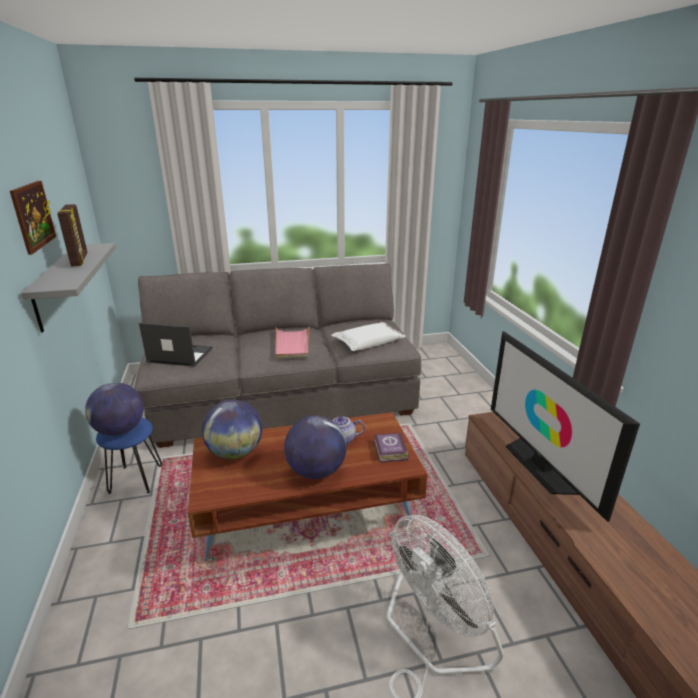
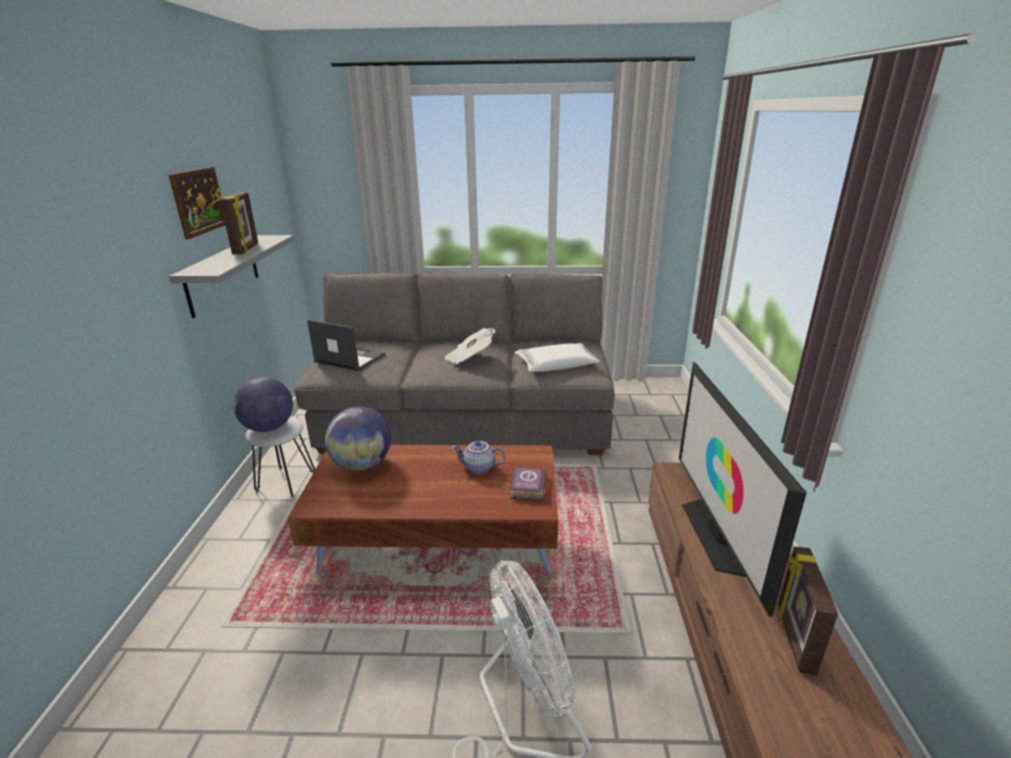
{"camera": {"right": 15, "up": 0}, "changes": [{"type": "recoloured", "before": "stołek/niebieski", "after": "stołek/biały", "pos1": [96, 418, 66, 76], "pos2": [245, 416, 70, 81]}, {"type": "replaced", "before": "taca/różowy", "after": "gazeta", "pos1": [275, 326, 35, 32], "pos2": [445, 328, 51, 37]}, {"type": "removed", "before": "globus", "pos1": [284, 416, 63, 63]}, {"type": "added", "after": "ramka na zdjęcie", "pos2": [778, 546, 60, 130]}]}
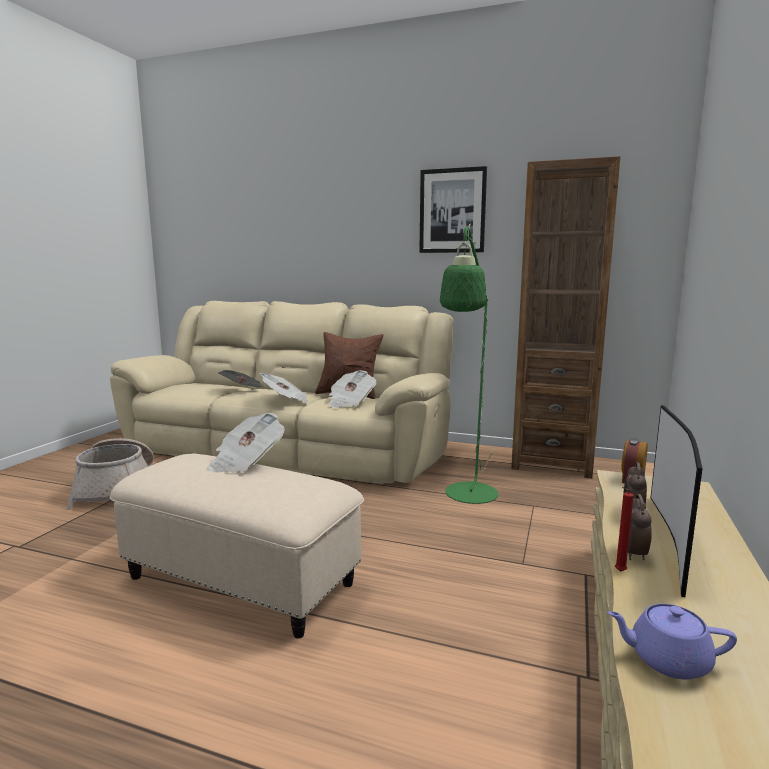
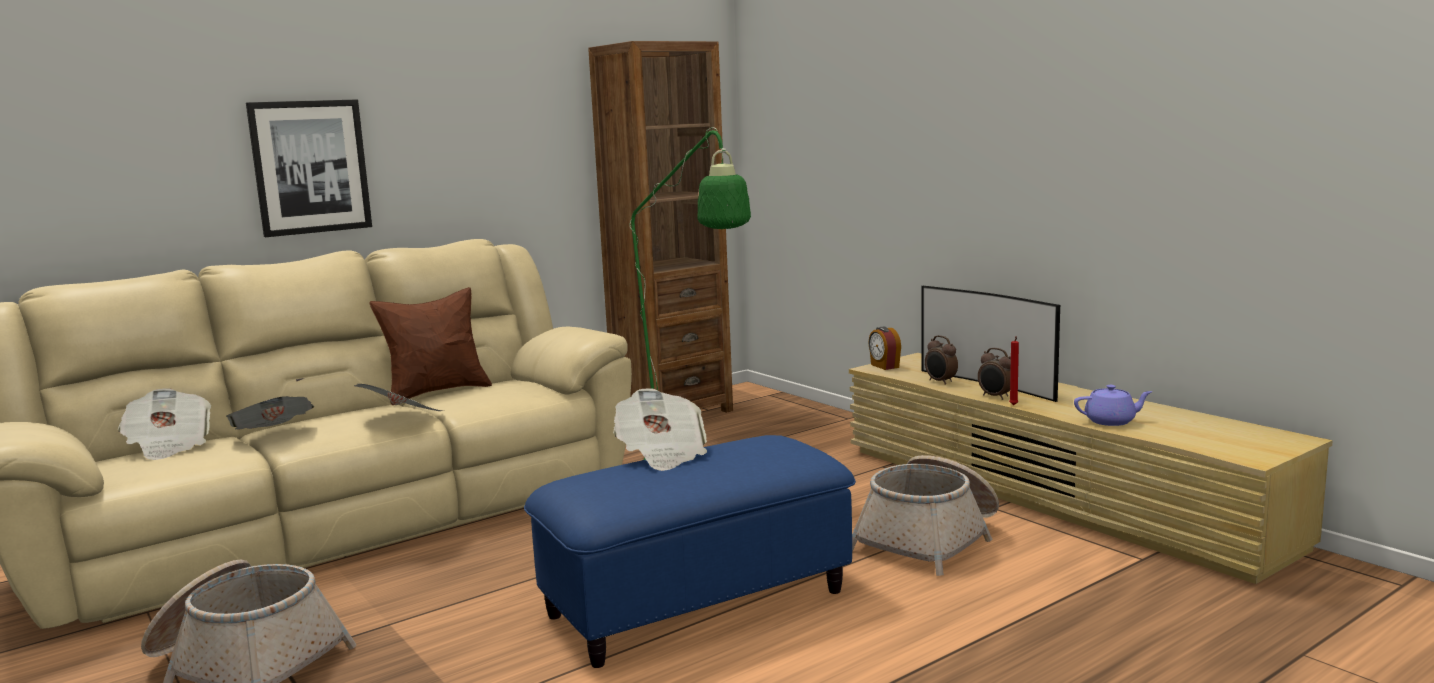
{"camera": {"right": -55, "up": 0}, "changes": [{"type": "recoloured", "before": "pufa/beżowy", "after": "pufa/niebieski", "pos1": [110, 454, 254, 185], "pos2": [524, 435, 332, 233]}, {"type": "moved", "before": "gazeta", "pos1": [329, 370, 47, 38], "pos2": [118, 388, 93, 72]}, {"type": "moved", "before": "obraz", "pos1": [419, 166, 68, 87], "pos2": [246, 99, 126, 138]}, {"type": "turned", "before": "imbryk/fioletowy", "pos1": [607, 604, 130, 76], "pos2": [1074, 385, 79, 41], "turn": -135}, {"type": "added", "after": "koszyk", "pos2": [852, 455, 147, 121]}]}
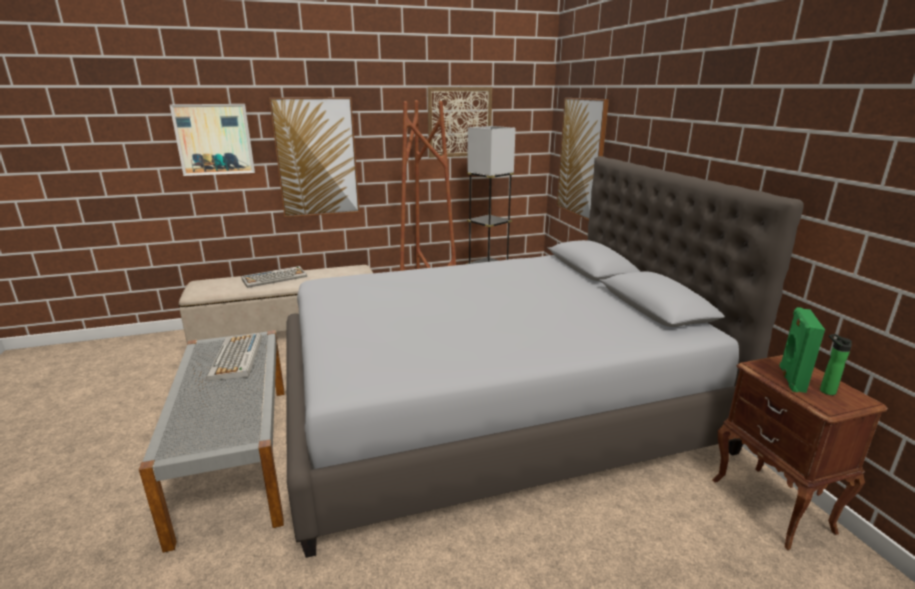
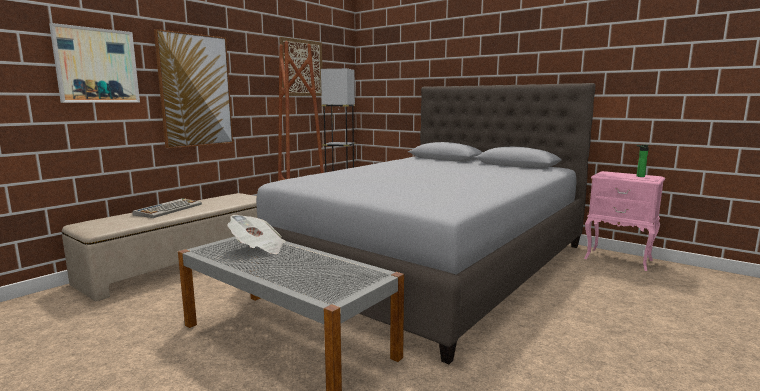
{"camera": {"right": -35, "up": -10}, "changes": [{"type": "replaced", "before": "klawiatura", "after": "gazeta", "pos1": [206, 333, 56, 48], "pos2": [227, 215, 58, 39]}, {"type": "removed", "before": "obraz", "pos1": [557, 98, 52, 122]}, {"type": "recoloured", "before": "szafka nocna/brązowy", "after": "szafka nocna/różowy", "pos1": [712, 355, 176, 195], "pos2": [584, 171, 81, 100]}, {"type": "removed", "before": "głośnik/zielony", "pos1": [779, 307, 46, 86]}]}
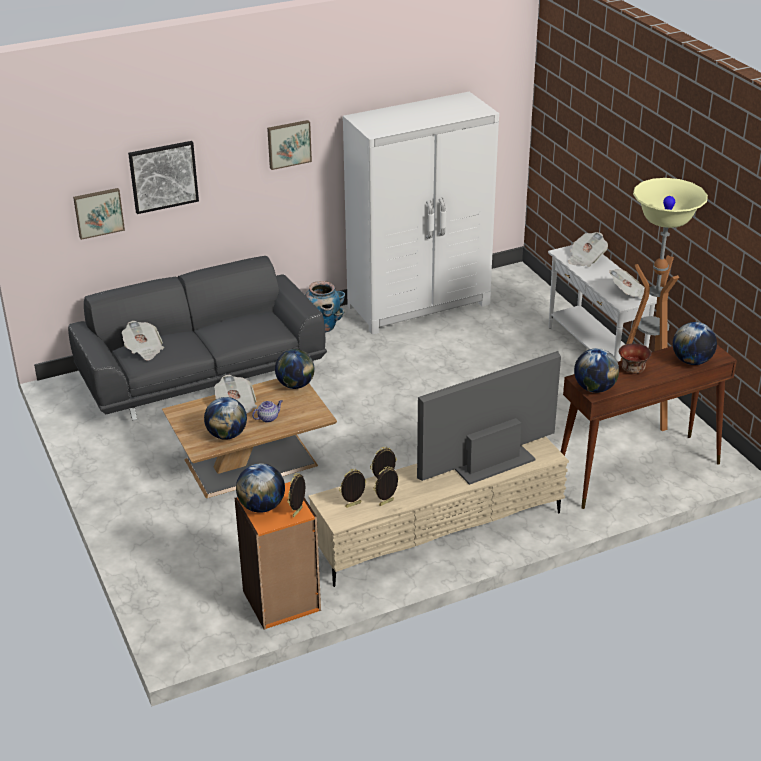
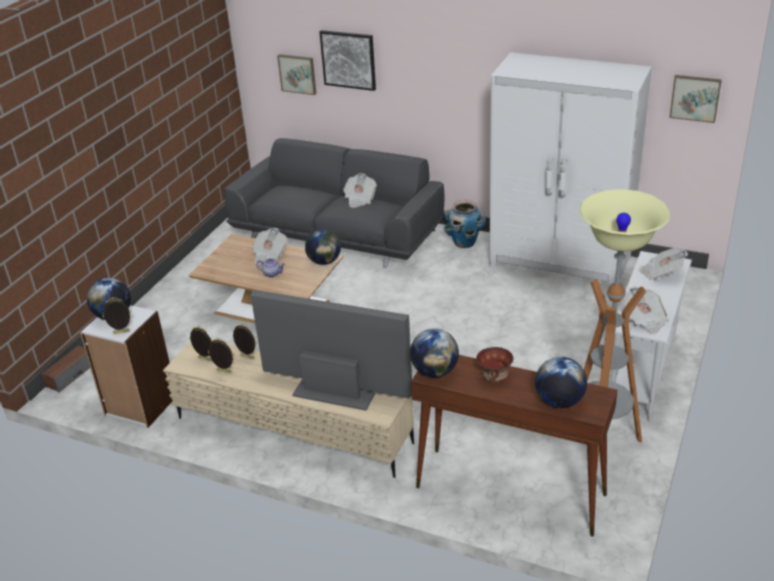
{"camera": {"right": 50, "up": 0}, "changes": [{"type": "moved", "before": "gazeta", "pos1": [122, 321, 42, 39], "pos2": [343, 173, 34, 35]}, {"type": "removed", "before": "globus", "pos1": [204, 397, 43, 43]}, {"type": "recoloured", "before": "regał/pomarańczowy", "after": "regał/biały", "pos1": [235, 482, 86, 148], "pos2": [80, 305, 93, 123]}, {"type": "moved", "before": "obraz", "pos1": [267, 120, 45, 50], "pos2": [669, 75, 53, 48]}, {"type": "added", "after": "głośnik", "pos2": [42, 346, 48, 47]}]}
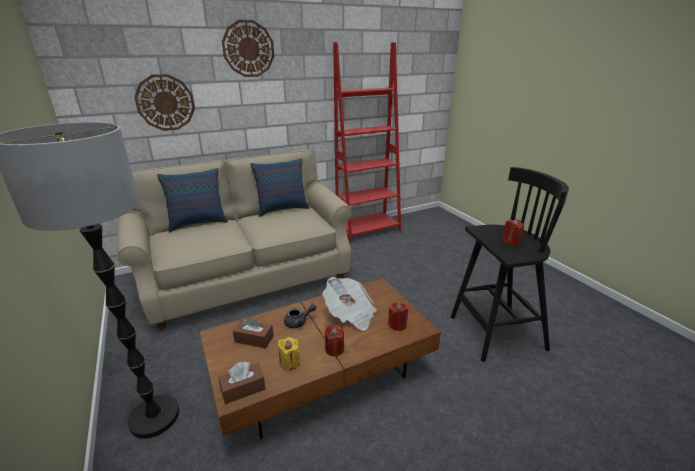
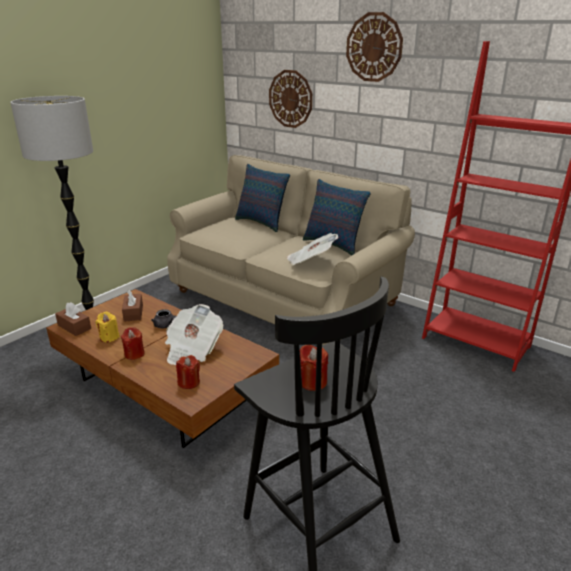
{"camera": {"right": 65, "up": 0}, "changes": [{"type": "added", "after": "gazeta", "pos2": [287, 233, 51, 33]}]}
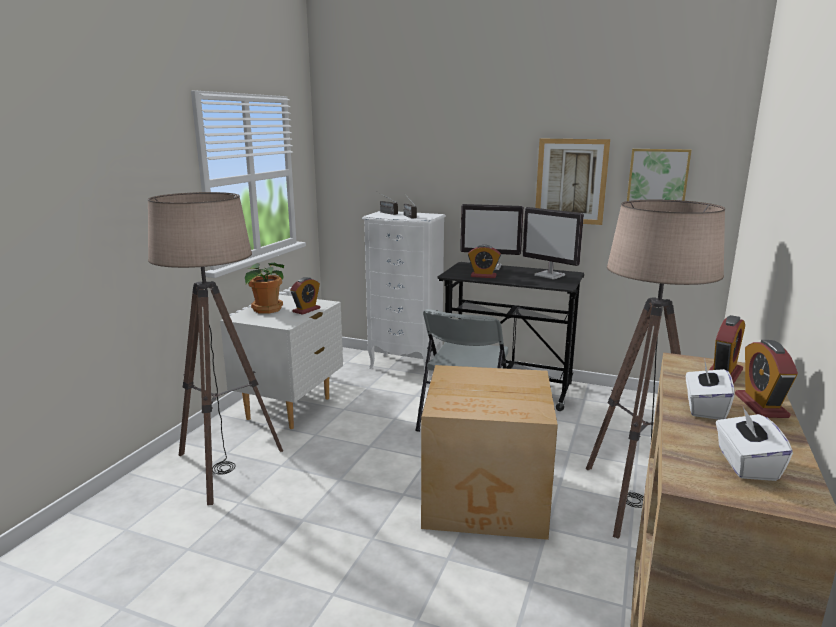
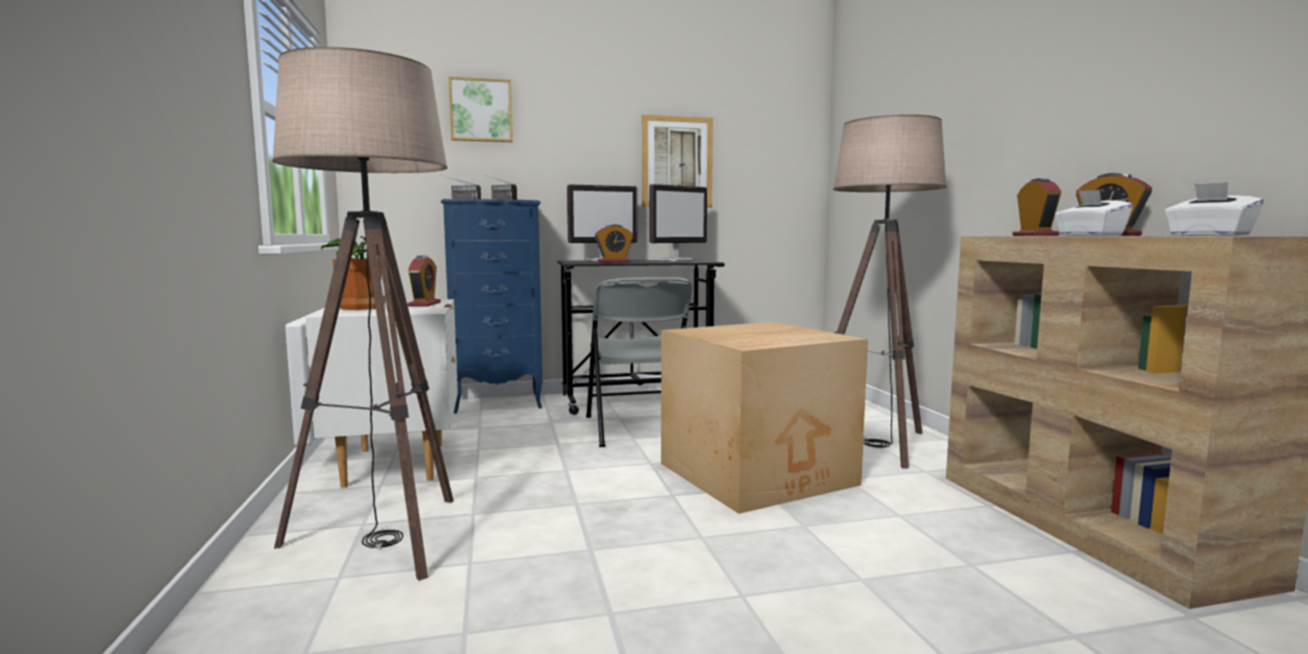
{"camera": {"right": -35, "up": -10}, "changes": [{"type": "recoloured", "before": "komoda/biały", "after": "komoda/niebieski", "pos1": [362, 211, 84, 167], "pos2": [441, 199, 101, 215]}, {"type": "turned", "before": "monitor", "pos1": [522, 207, 62, 72], "pos2": [649, 184, 58, 77], "turn": -45}, {"type": "moved", "before": "obraz", "pos1": [627, 149, 64, 52], "pos2": [449, 77, 64, 65]}]}
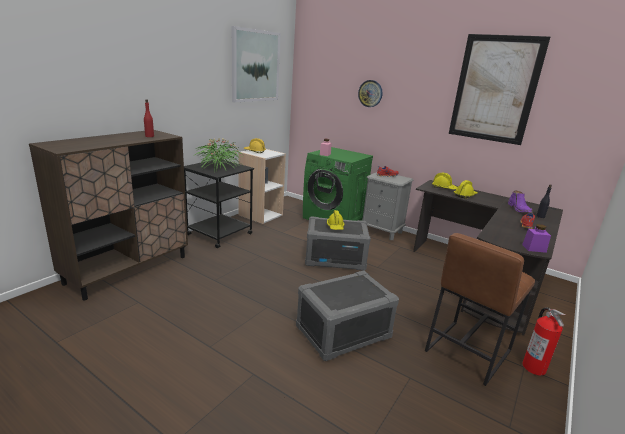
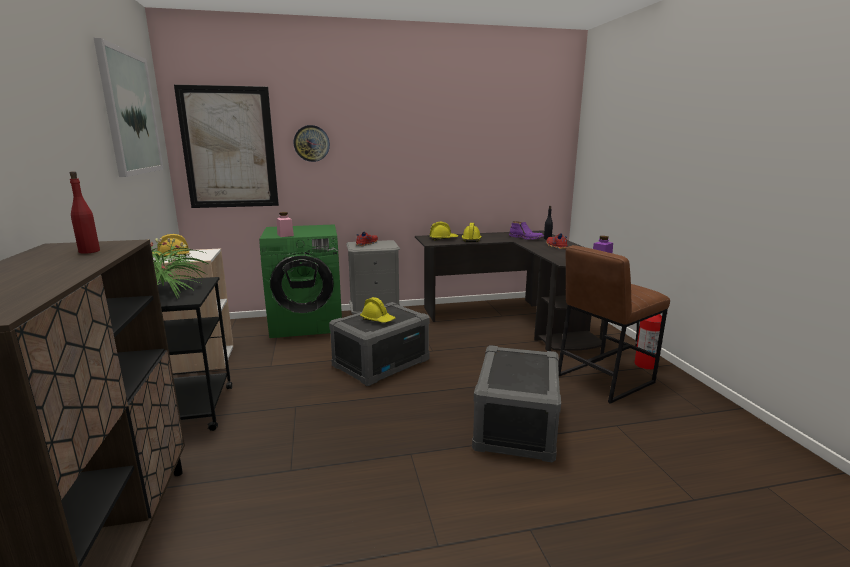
{"camera": {"right": -45, "up": -5}, "changes": [{"type": "turned", "before": "krzesło/brązowy", "pos1": [425, 233, 110, 153], "pos2": [558, 245, 112, 159], "turn": 60}, {"type": "moved", "before": "obraz", "pos1": [449, 34, 102, 111], "pos2": [174, 85, 105, 123]}]}
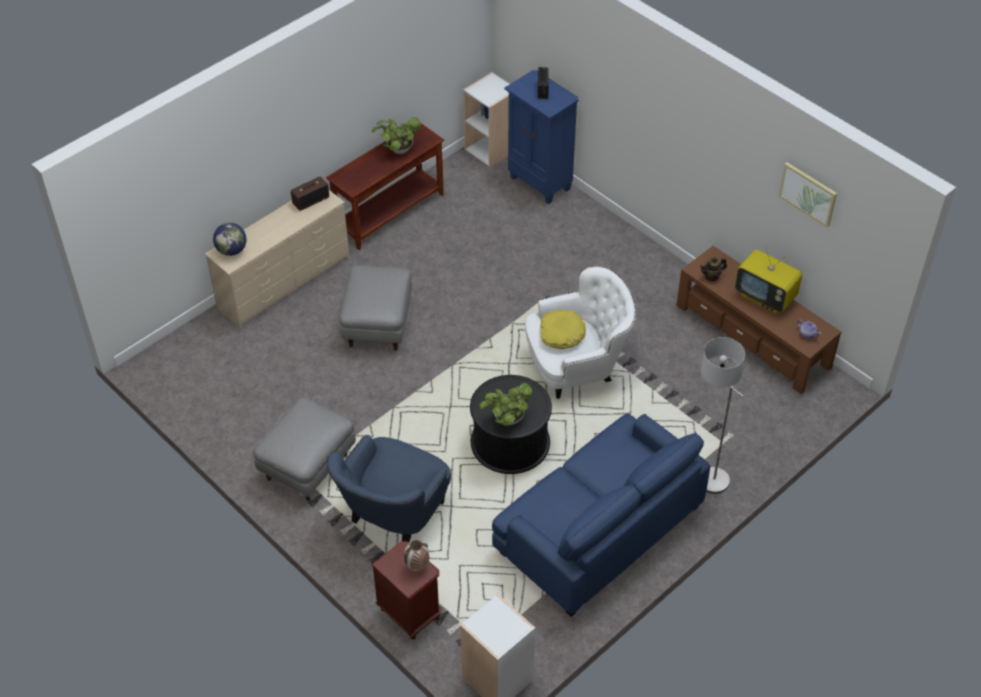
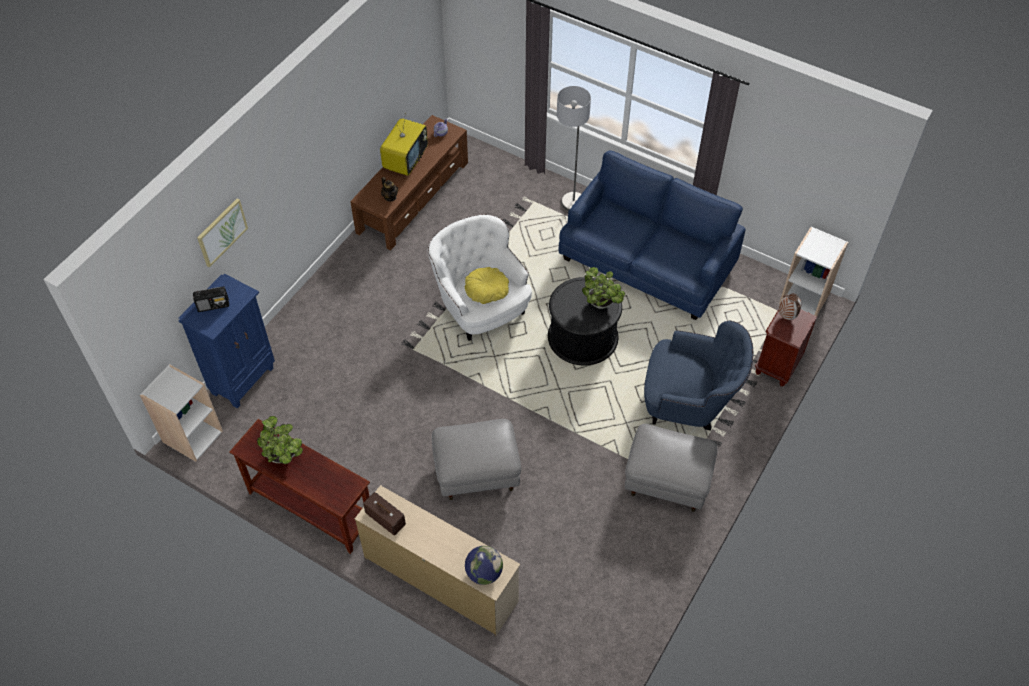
{"camera": {"right": -105, "up": 5}, "changes": [{"type": "moved", "before": "obraz", "pos1": [778, 162, 59, 65], "pos2": [197, 198, 51, 69]}]}
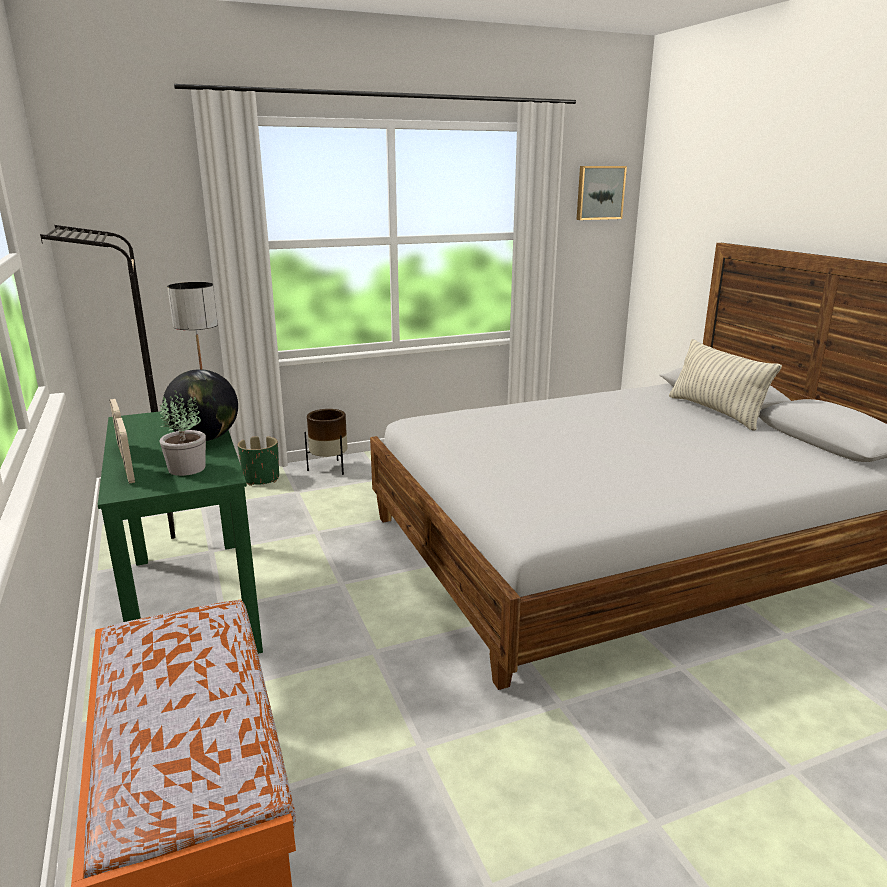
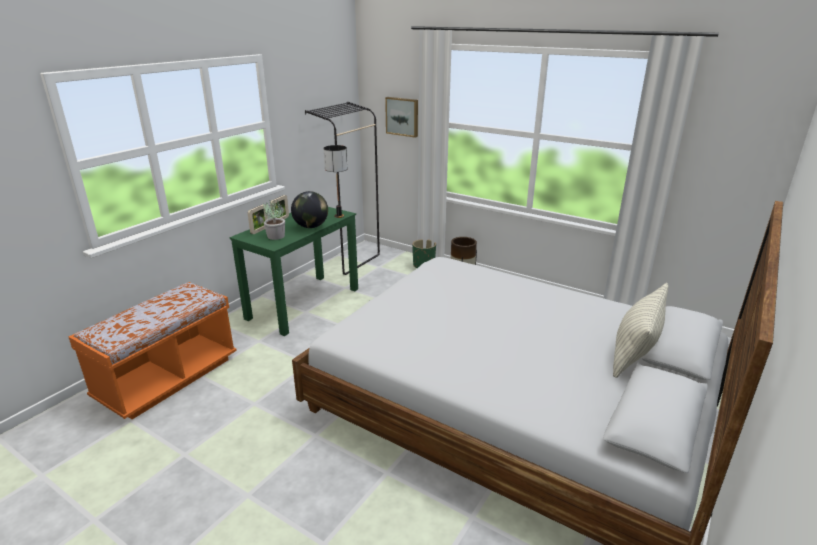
{"camera": {"right": 55, "up": 5}, "changes": [{"type": "moved", "before": "obraz", "pos1": [577, 166, 50, 54], "pos2": [385, 97, 33, 41]}]}
